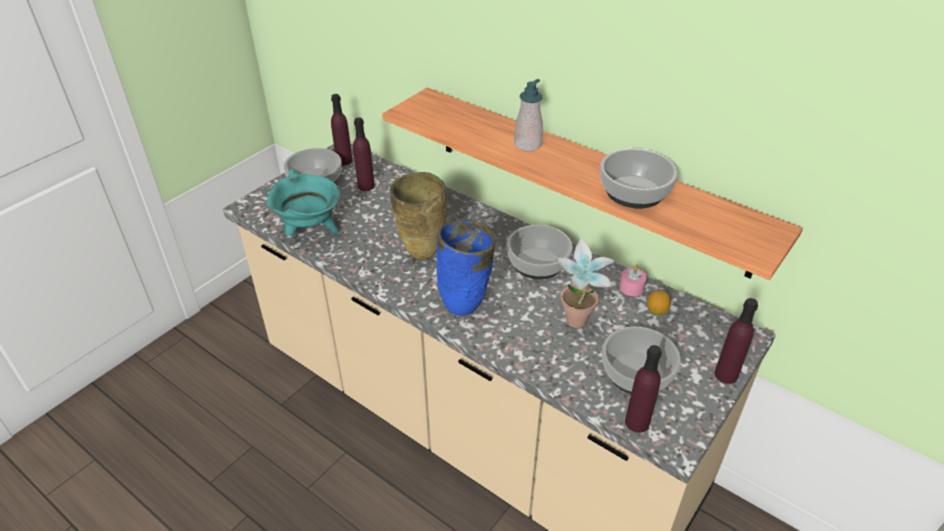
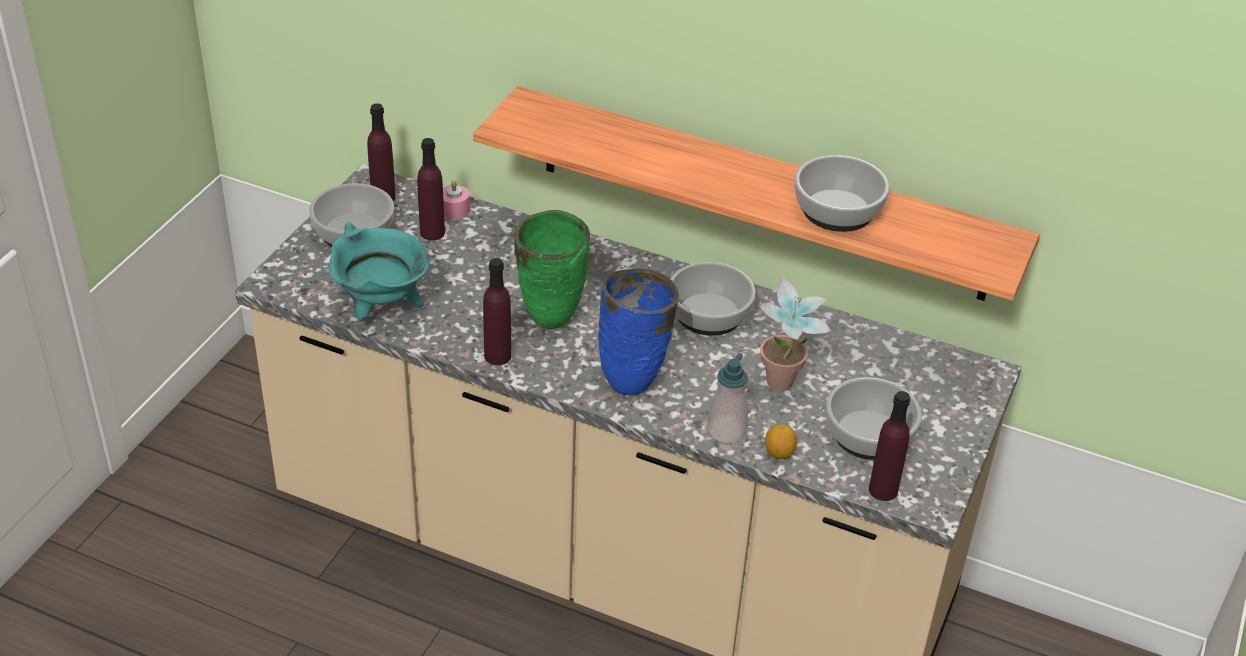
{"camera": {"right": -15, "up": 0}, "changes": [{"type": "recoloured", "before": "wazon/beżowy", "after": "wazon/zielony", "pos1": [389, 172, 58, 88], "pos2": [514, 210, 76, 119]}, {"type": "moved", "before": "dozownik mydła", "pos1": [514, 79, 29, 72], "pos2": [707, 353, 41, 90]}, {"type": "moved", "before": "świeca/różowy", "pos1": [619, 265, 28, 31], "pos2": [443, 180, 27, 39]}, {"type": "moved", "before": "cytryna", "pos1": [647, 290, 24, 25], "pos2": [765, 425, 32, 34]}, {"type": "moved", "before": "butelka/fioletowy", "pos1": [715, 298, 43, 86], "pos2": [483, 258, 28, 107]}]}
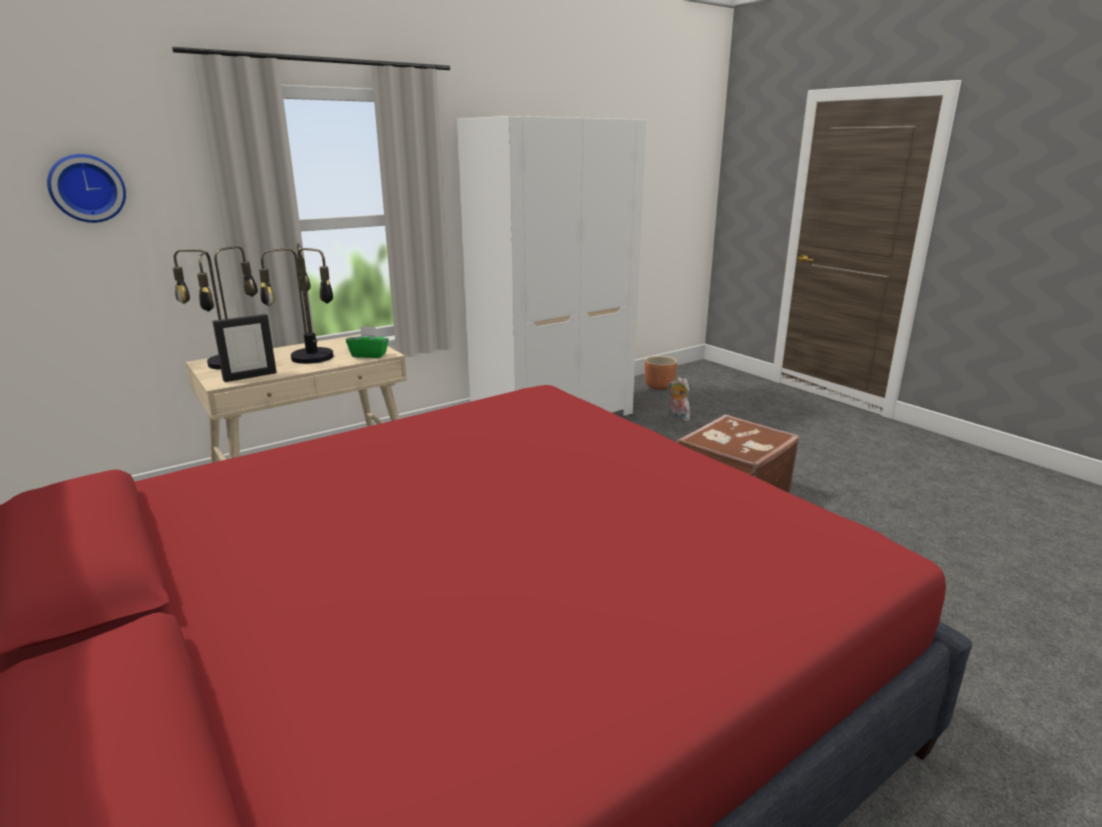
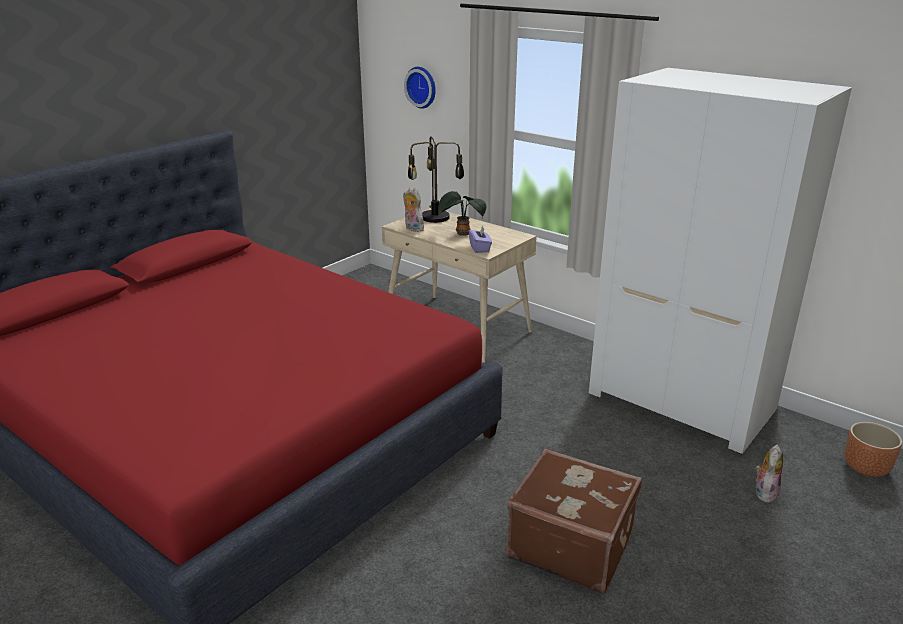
{"camera": {"right": 75, "up": 5}, "changes": [{"type": "replaced", "before": "ramka na zdjęcie", "after": "pluszak", "pos1": [212, 314, 65, 68], "pos2": [403, 187, 21, 45]}, {"type": "replaced", "before": "lampa stołowa", "after": "roślina doniczkowa", "pos1": [259, 243, 74, 121], "pos2": [438, 191, 49, 45]}, {"type": "recoloured", "before": "pudełko chusteczek/zielony", "after": "pudełko chusteczek/fioletowy", "pos1": [346, 326, 43, 32], "pos2": [469, 225, 23, 28]}]}
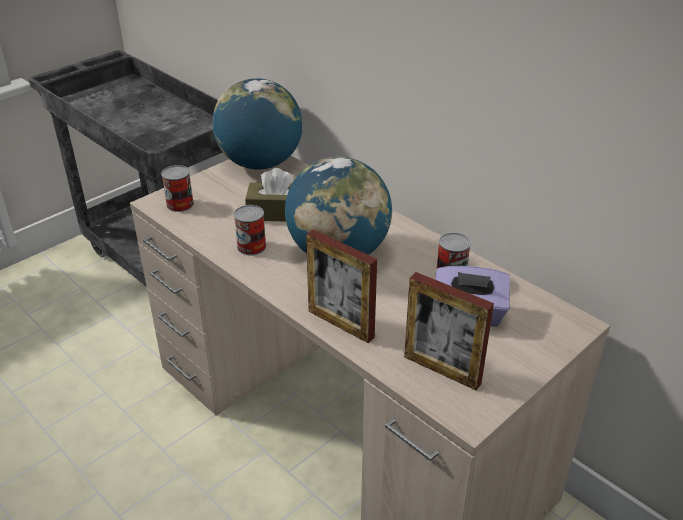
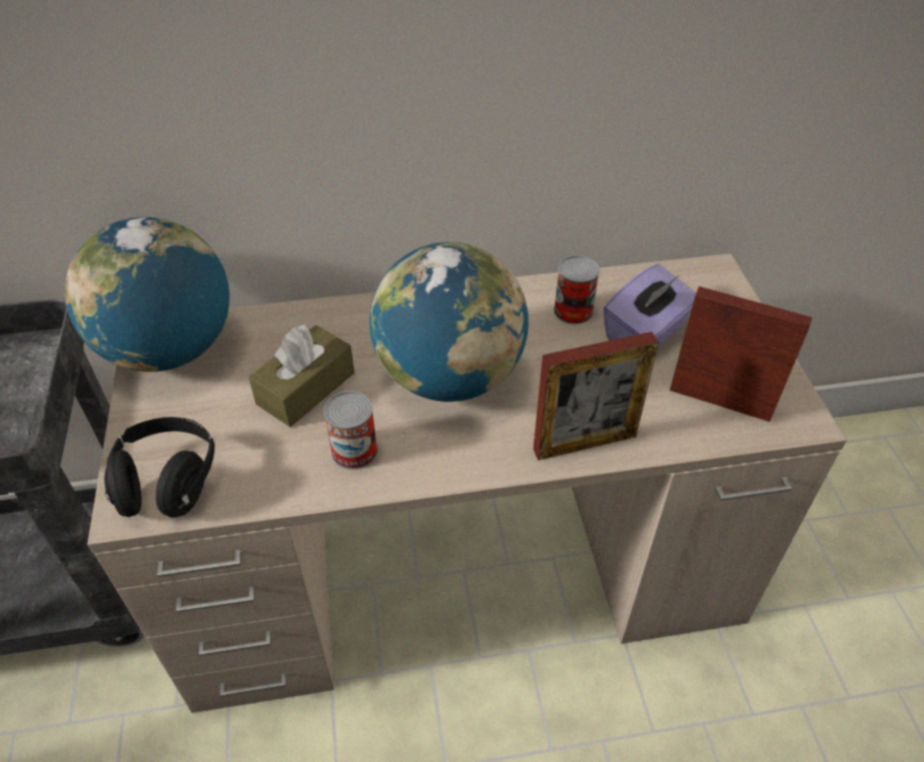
{"camera": {"right": -55, "up": 10}, "changes": [{"type": "replaced", "before": "puszka", "after": "słuchawki/czarny", "pos1": [161, 165, 33, 47], "pos2": [104, 417, 111, 101]}, {"type": "turned", "before": "ramka na zdjęcie", "pos1": [404, 272, 90, 118], "pos2": [669, 286, 143, 136], "turn": -135}]}
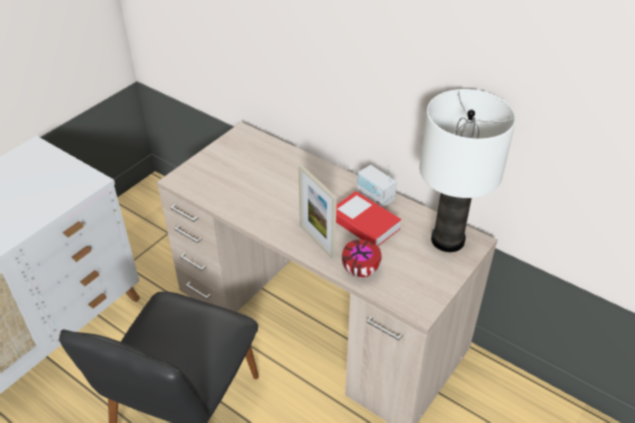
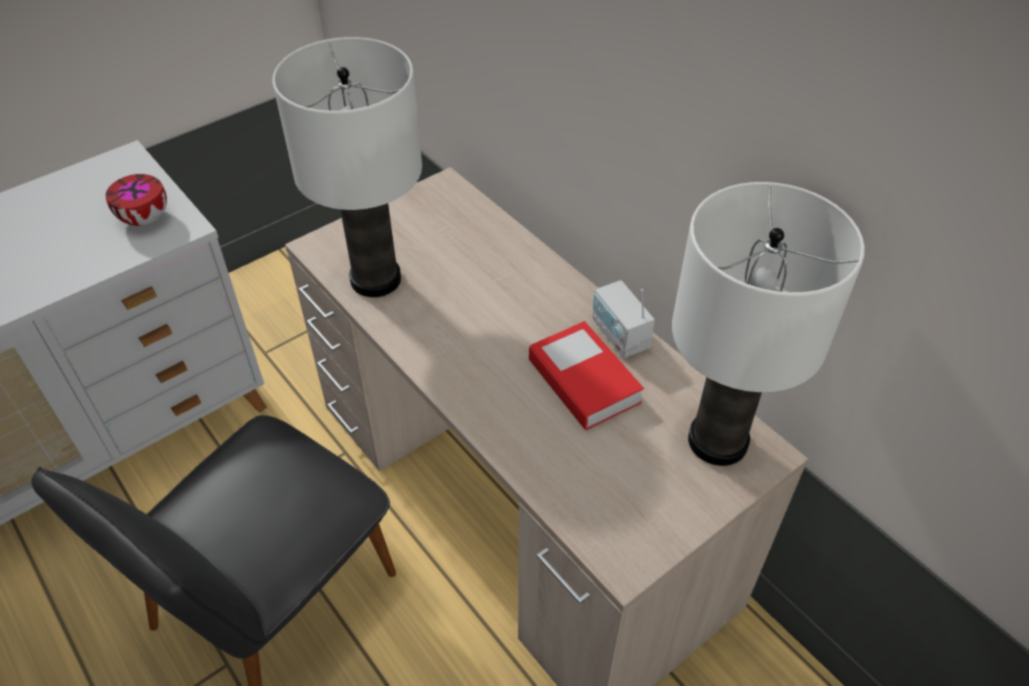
{"camera": {"right": 15, "up": 5}, "changes": [{"type": "removed", "before": "ramka na zdjęcie", "pos1": [298, 164, 39, 95]}, {"type": "moved", "before": "miska", "pos1": [342, 240, 39, 37], "pos2": [106, 174, 61, 52]}, {"type": "added", "after": "lampa stołowa/biały", "pos2": [272, 37, 150, 260]}]}
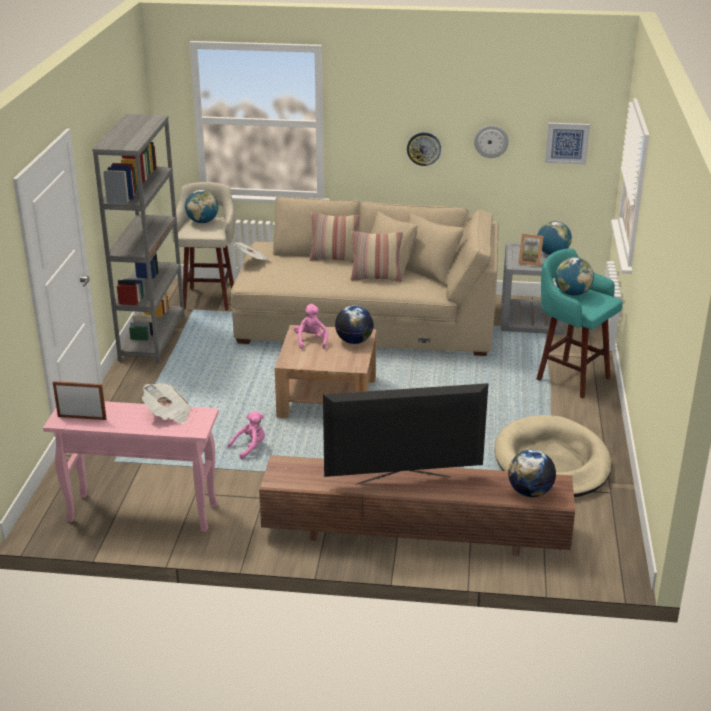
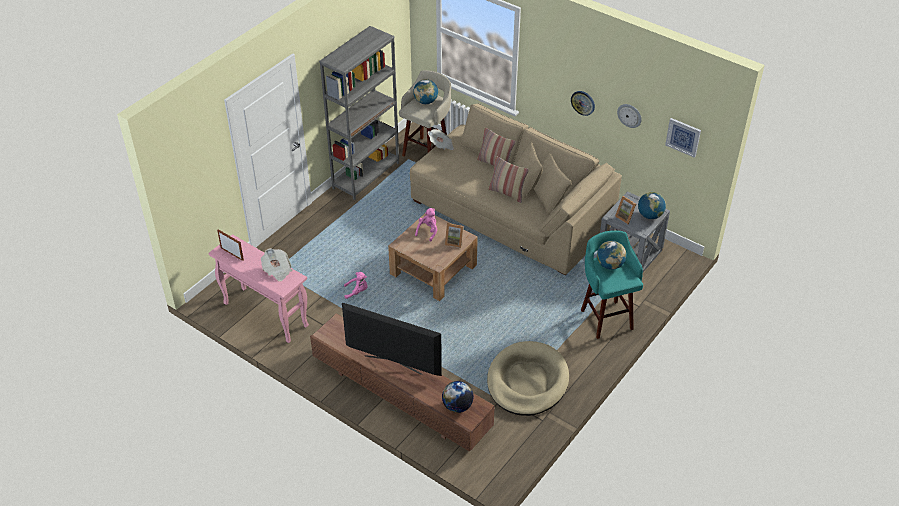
{"camera": {"right": 30, "up": 15}, "changes": [{"type": "replaced", "before": "globus", "after": "ramka na zdjęcie", "pos1": [335, 305, 39, 39], "pos2": [445, 223, 19, 25]}]}
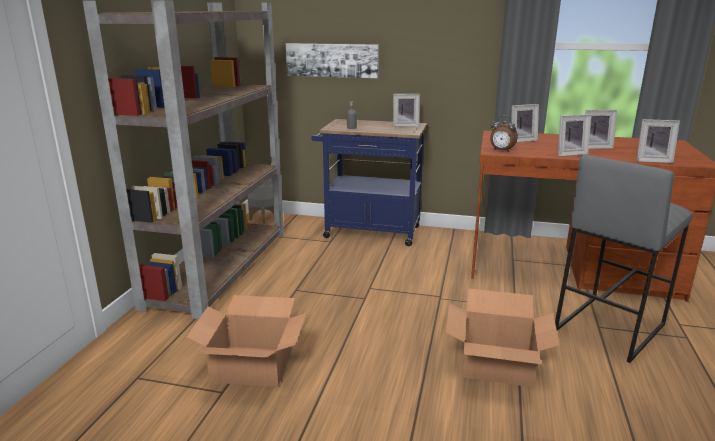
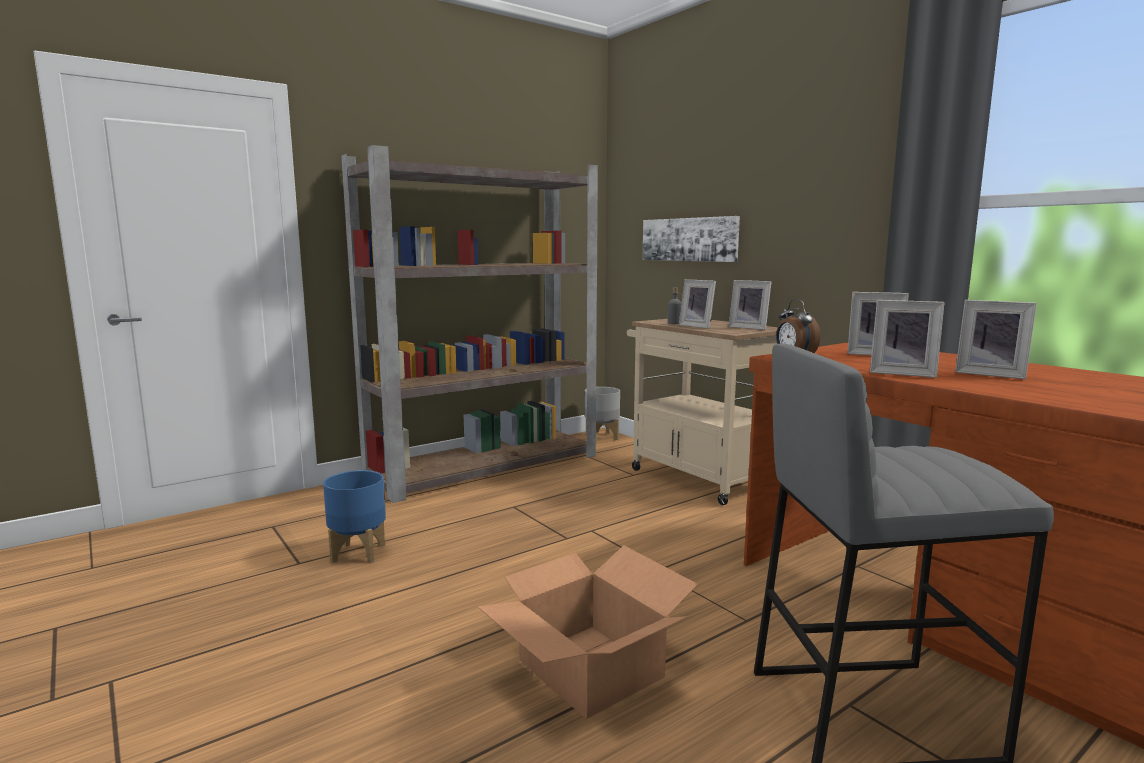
{"camera": {"right": 40, "up": -10}, "changes": [{"type": "replaced", "before": "karton", "after": "donica/niebieski", "pos1": [187, 295, 120, 92], "pos2": [323, 470, 63, 93]}, {"type": "recoloured", "before": "wózek/niebieski", "after": "wózek/beżowy", "pos1": [311, 119, 116, 127], "pos2": [627, 319, 151, 186]}, {"type": "moved", "before": "ramka na zdjęcie", "pos1": [636, 119, 44, 44], "pos2": [679, 279, 37, 50]}]}
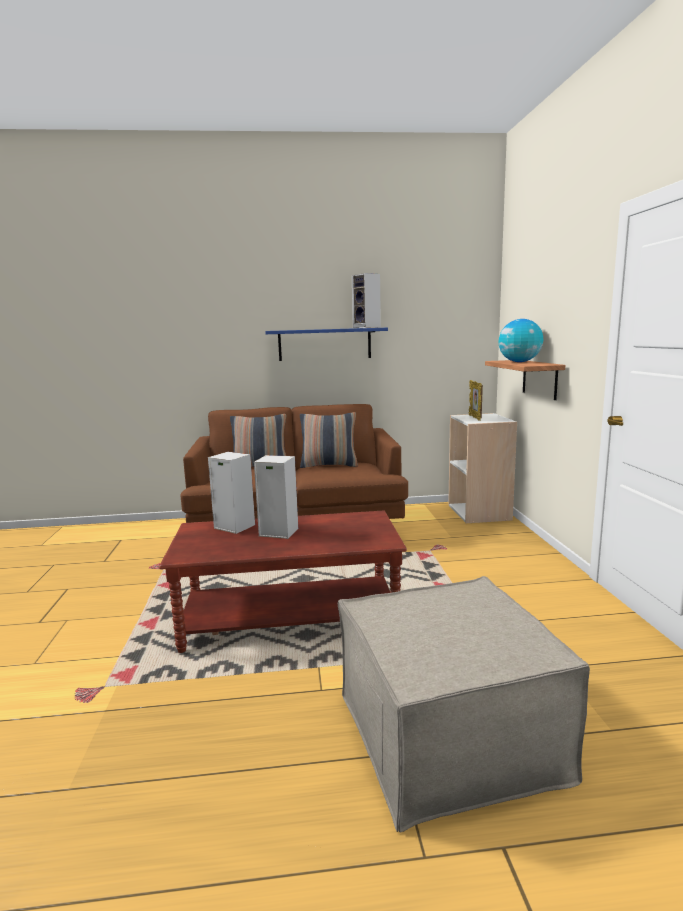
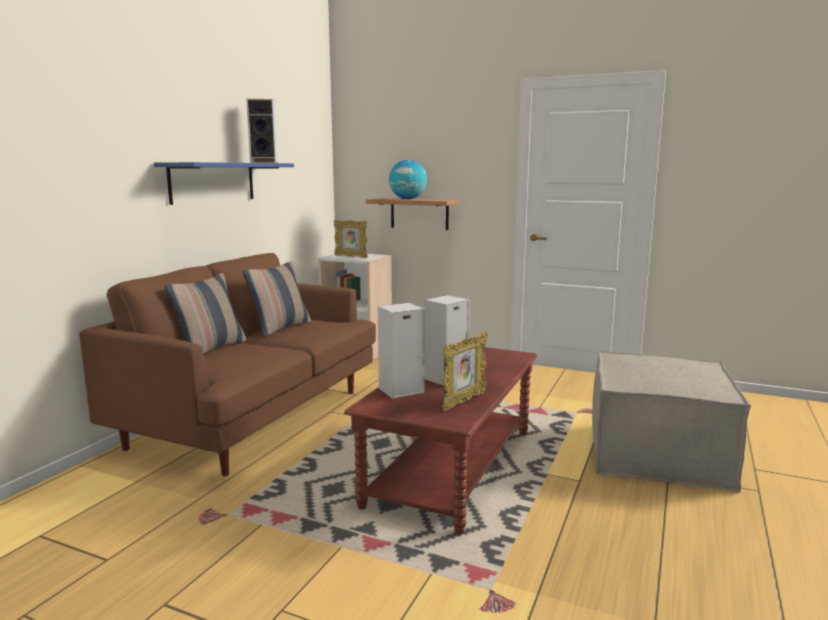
{"camera": {"right": -60, "up": 0}, "changes": [{"type": "added", "after": "ramka na zdjęcie", "pos2": [442, 332, 46, 79]}]}
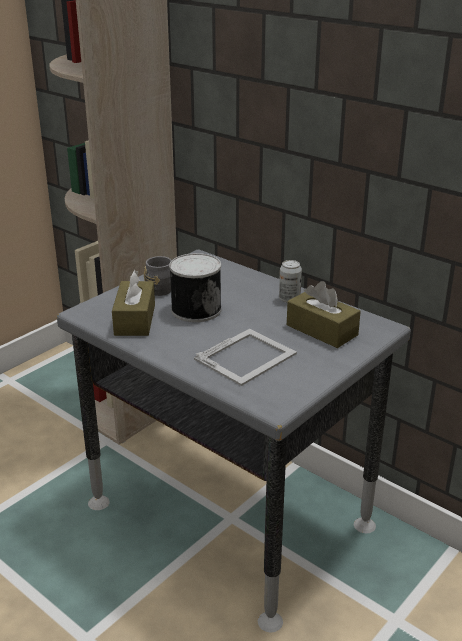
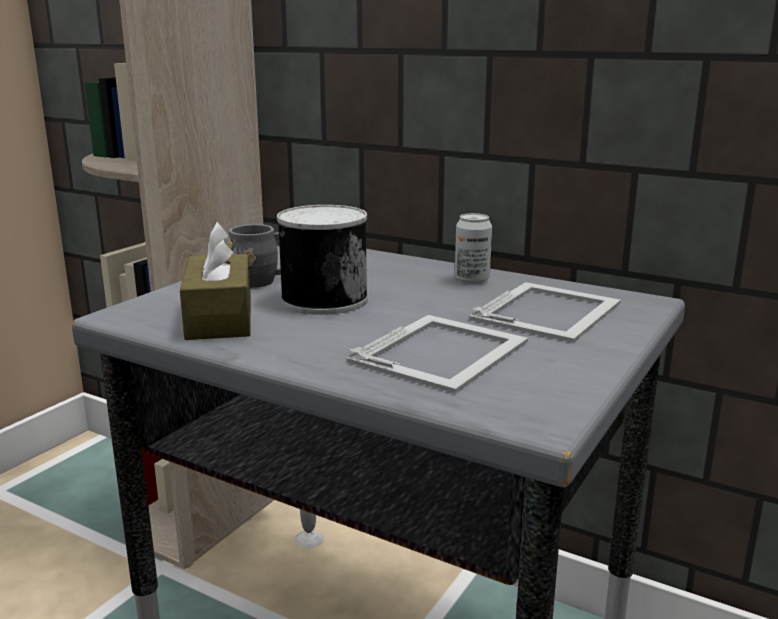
{"camera": {"right": -10, "up": -10}, "changes": [{"type": "replaced", "before": "pudełko chusteczek/brązowy", "after": "ramka na zdjęcie", "pos1": [287, 281, 74, 67], "pos2": [469, 282, 152, 61]}]}
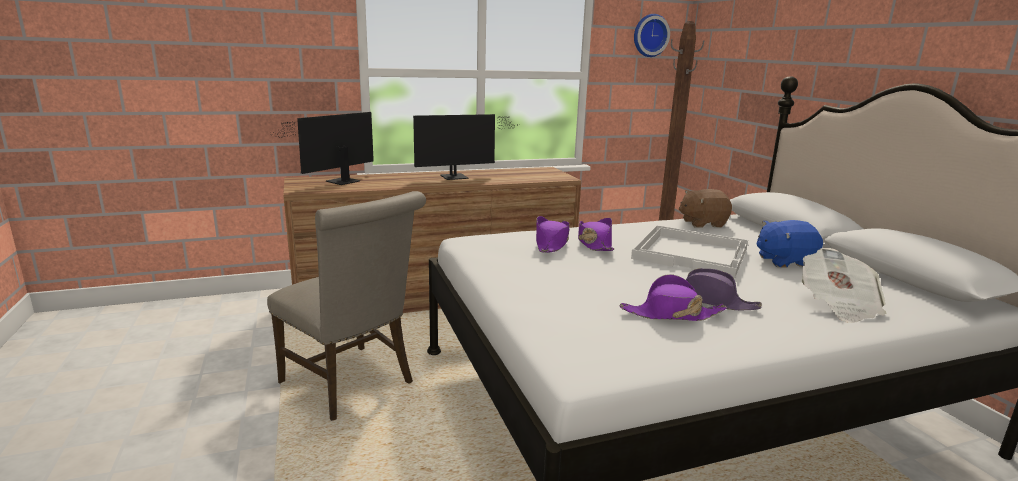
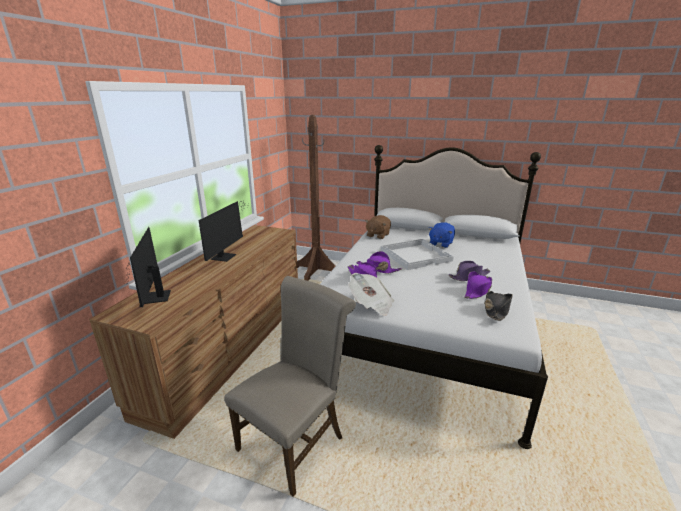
{"camera": {"right": -50, "up": 5}, "changes": [{"type": "turned", "before": "krzesło/beżowy", "pos1": [267, 191, 159, 230], "pos2": [224, 276, 132, 222], "turn": -45}, {"type": "removed", "before": "zegar ścienny", "pos1": [634, 14, 36, 43]}, {"type": "moved", "before": "gazeta", "pos1": [801, 248, 86, 75], "pos2": [348, 273, 47, 43]}, {"type": "added", "after": "kapelusz/czarny", "pos2": [484, 291, 29, 30]}]}
